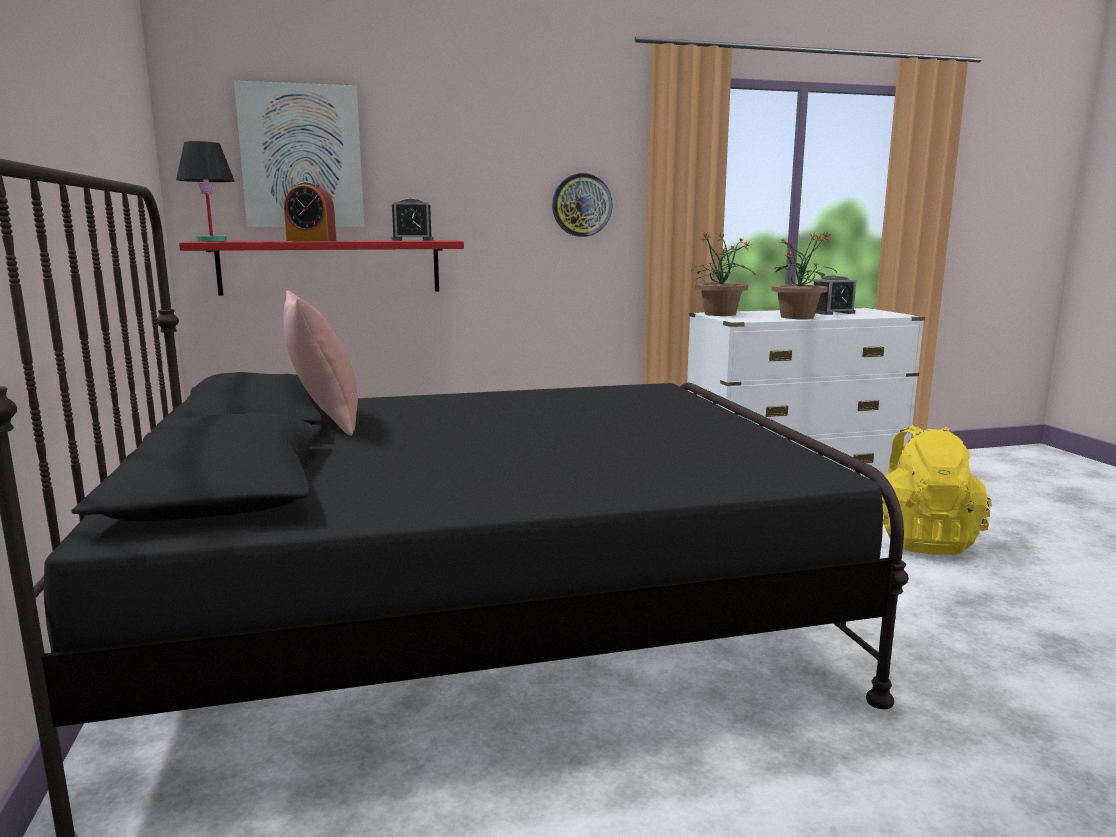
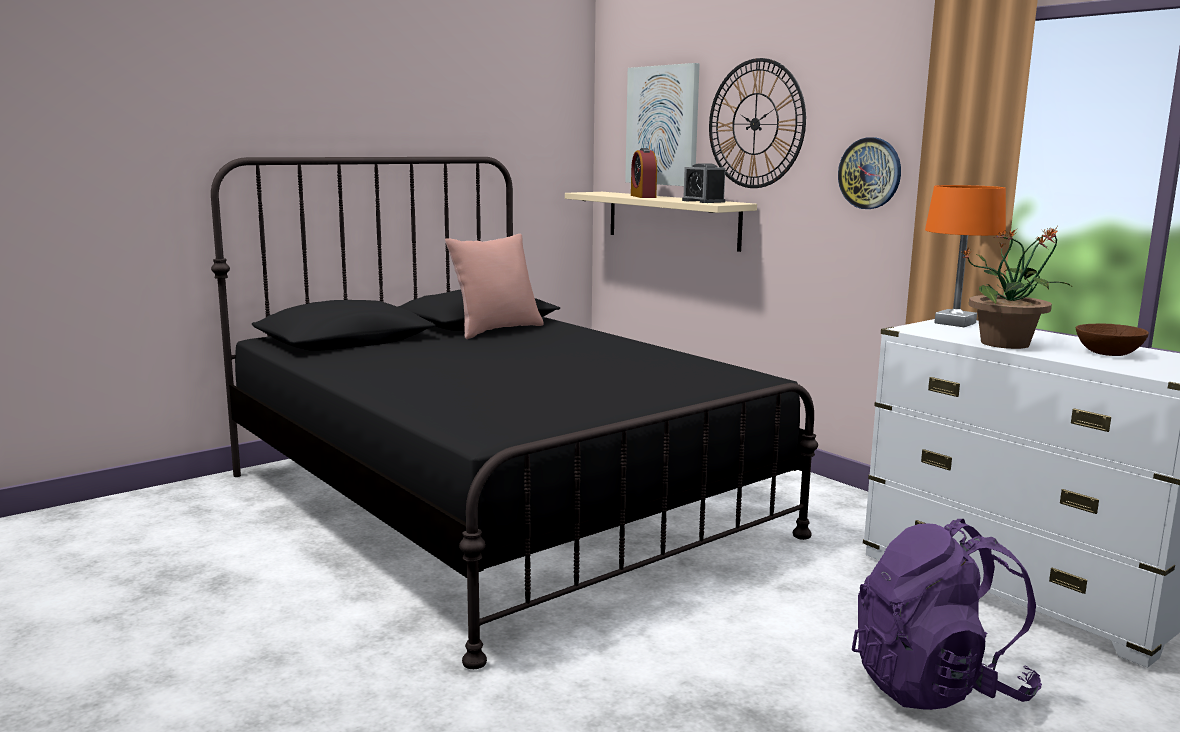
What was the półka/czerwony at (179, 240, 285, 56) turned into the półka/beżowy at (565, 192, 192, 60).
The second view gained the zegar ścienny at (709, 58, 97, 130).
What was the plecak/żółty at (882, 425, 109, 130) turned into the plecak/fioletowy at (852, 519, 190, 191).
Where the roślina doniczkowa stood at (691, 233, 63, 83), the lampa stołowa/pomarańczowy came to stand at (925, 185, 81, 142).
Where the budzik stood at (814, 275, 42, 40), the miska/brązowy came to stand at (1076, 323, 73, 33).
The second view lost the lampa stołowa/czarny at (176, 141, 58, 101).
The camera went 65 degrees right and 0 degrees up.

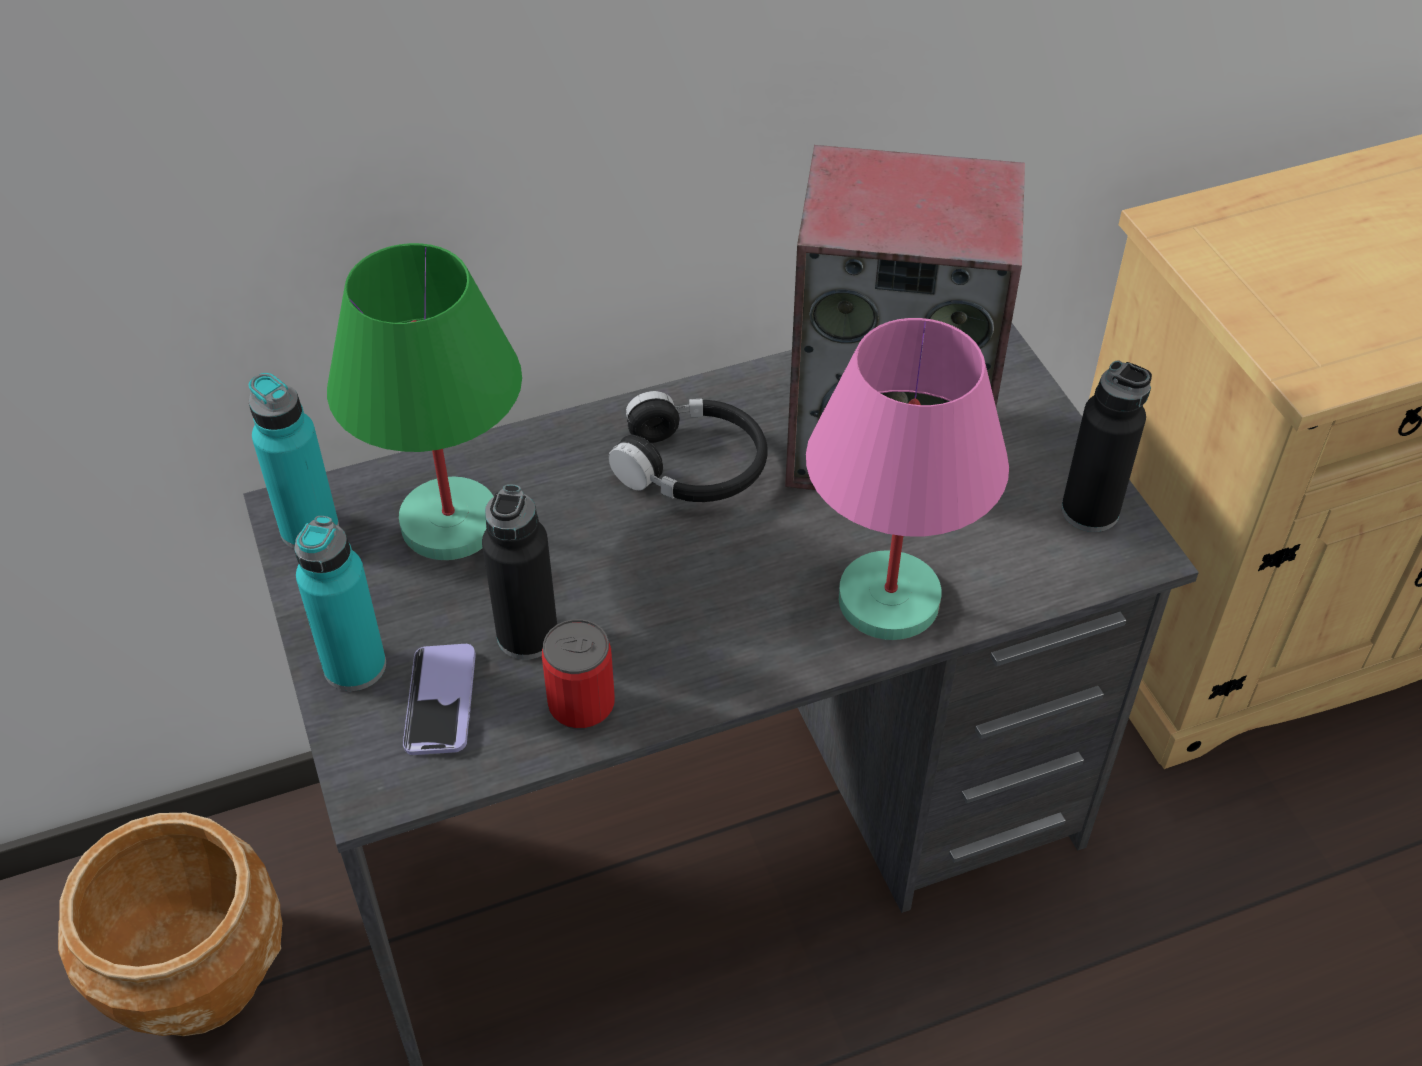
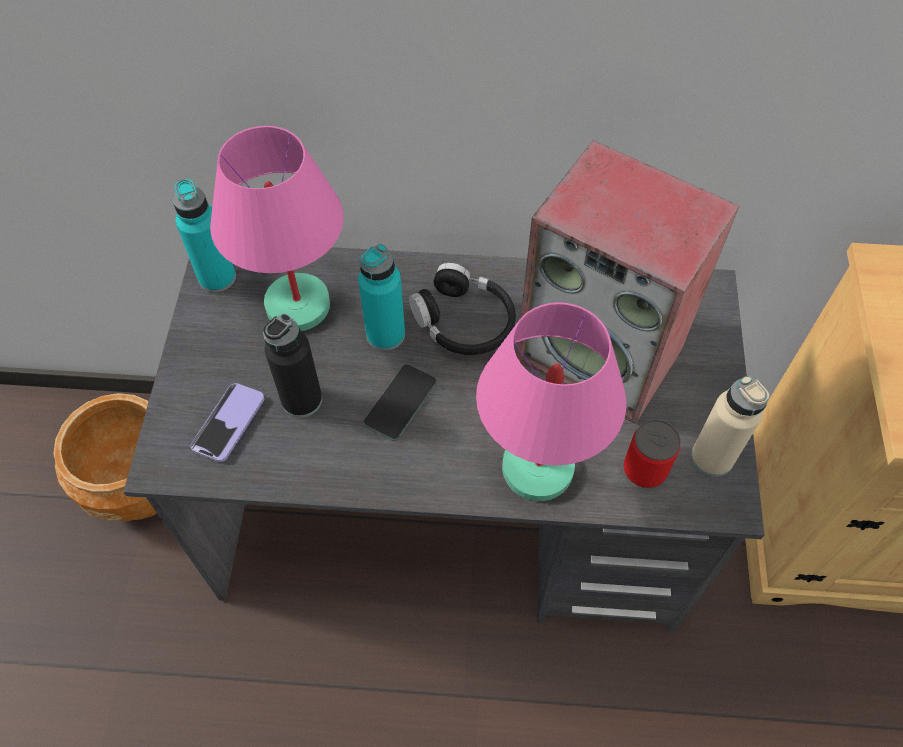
What was the lampa stołowa/zielony at (327, 243, 195, 317) turned into the lampa stołowa/różowy at (210, 126, 133, 205).
The butelka/turkusowy ended up elsewhere, having gone from (294, 516, 92, 175) to (358, 244, 47, 107).
The second view gained the telefon at (363, 364, 74, 77).
The puszka ended up elsewhere, having gone from (542, 619, 73, 111) to (623, 419, 57, 69).
What was the butelka/czarny at (1061, 360, 91, 172) turned into the butelka/beżowy at (691, 376, 78, 101).
The camera went 25 degrees right and 10 degrees up.

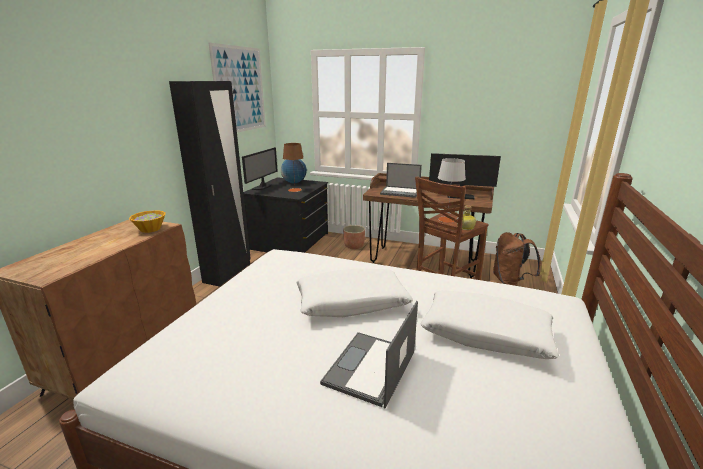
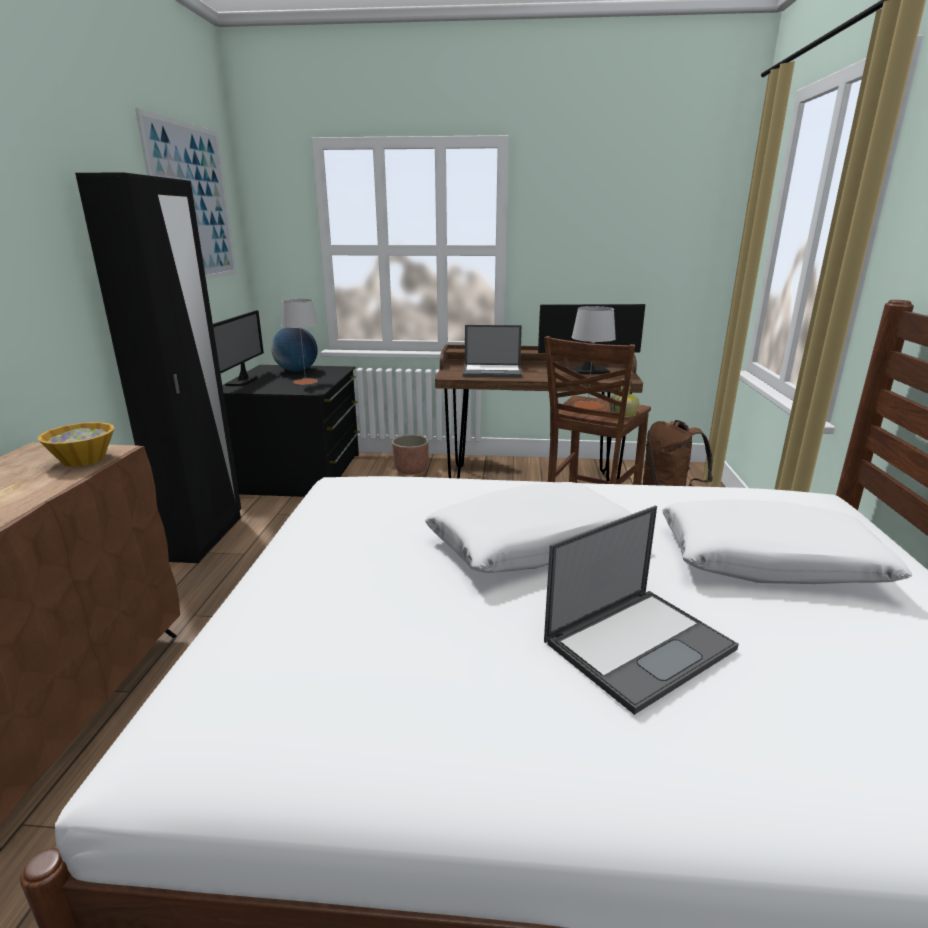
What was the lampa stołowa/brązowy at (283, 143, 21, 49) turned into the lampa stołowa/szary at (281, 299, 37, 86).
The laptop at (320, 301, 98, 107) ended up facing another way, 135 degrees counterclockwise from before.
The camera went 15 degrees left and 0 degrees up.

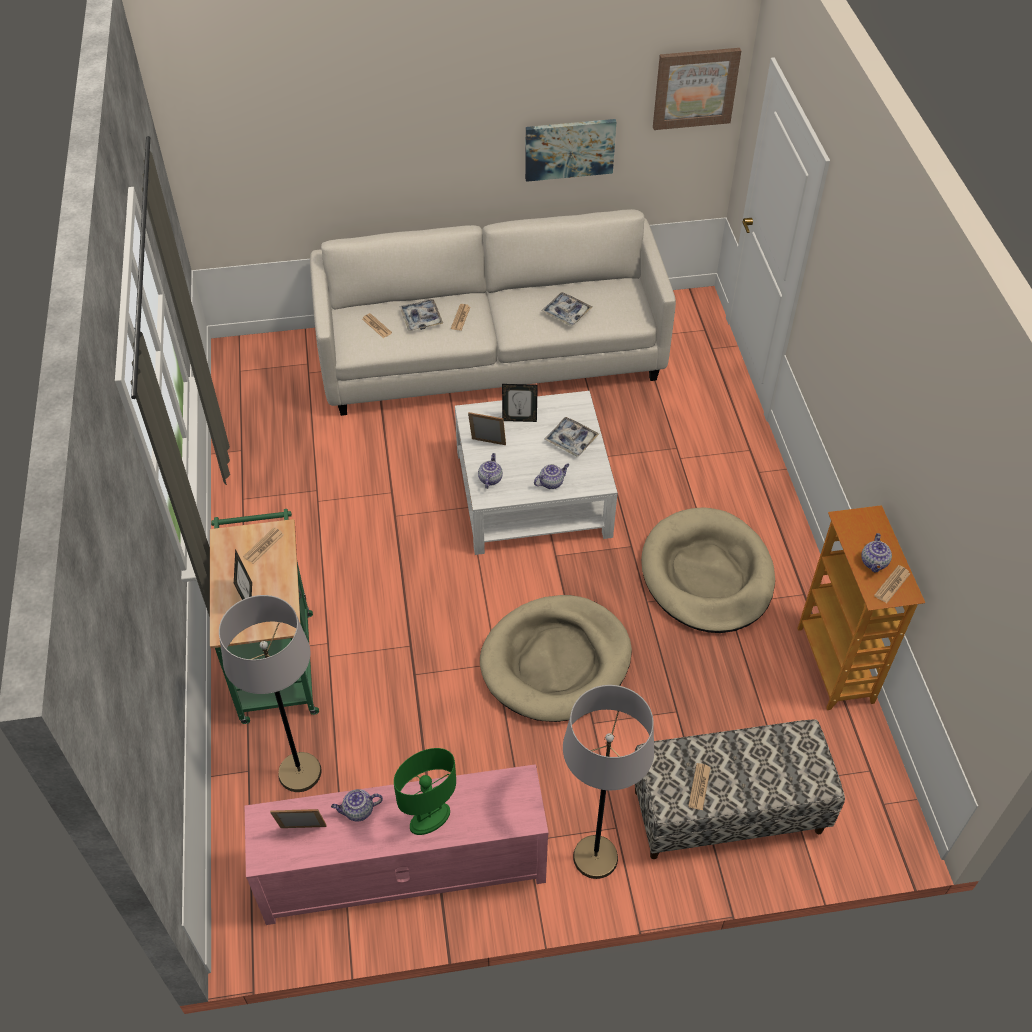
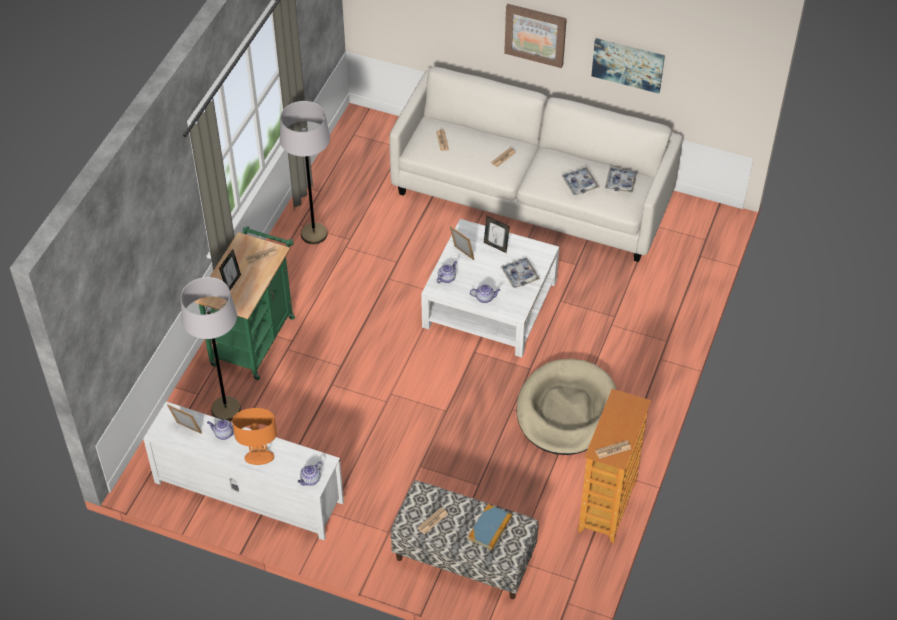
What was the szafka pod telewizor/różowy at (245, 764, 304, 161) turned into the szafka pod telewizor/biały at (143, 402, 201, 139).
What was the lampa stołowa/zielony at (394, 748, 62, 87) turned into the lampa stołowa/pomarańczowy at (232, 408, 45, 57).
The lampa stojąca/szary ended up elsewhere, having gone from (563, 685, 91, 194) to (280, 101, 50, 143).
The imbryk ended up elsewhere, having gone from (861, 533, 31, 40) to (298, 461, 24, 25).
The second view gained the książka at (468, 504, 44, 46).
The obraz ended up elsewhere, having gone from (653, 48, 88, 82) to (504, 4, 63, 64).
The taca ended up elsewhere, having gone from (399, 299, 44, 32) to (605, 167, 32, 26).
The second view lost the legowisko/beżowy at (480, 595, 152, 127).
The camera went 30 degrees right and 0 degrees up.

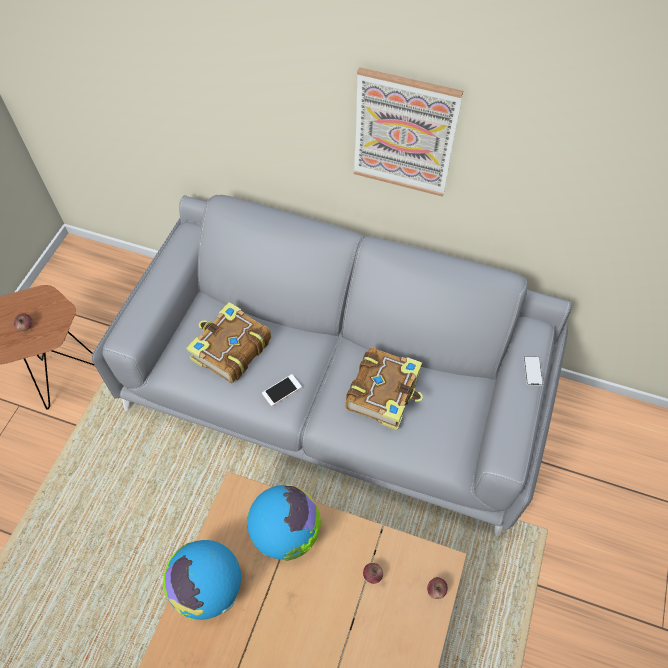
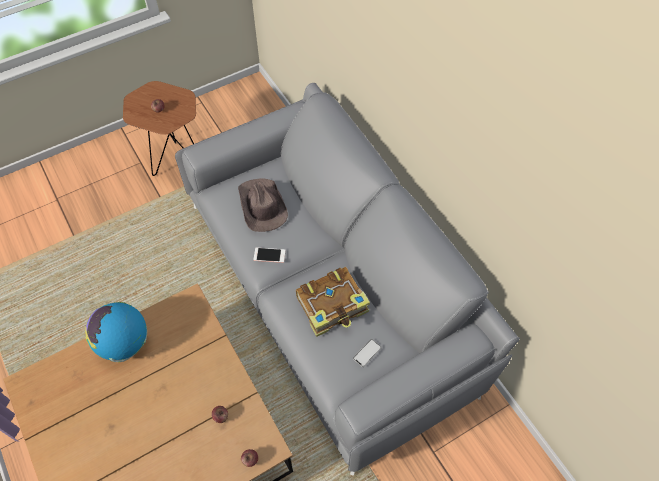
Where the książka stood at (186, 302, 85, 81), the kapelusz/brązowy came to stand at (238, 178, 50, 54).
The telefon ended up elsewhere, having gone from (523, 356, 20, 30) to (353, 339, 29, 28).
The second view lost the globus at (247, 484, 74, 77).
The second view lost the obraz at (354, 67, 109, 130).
The camera went 40 degrees right and 0 degrees up.

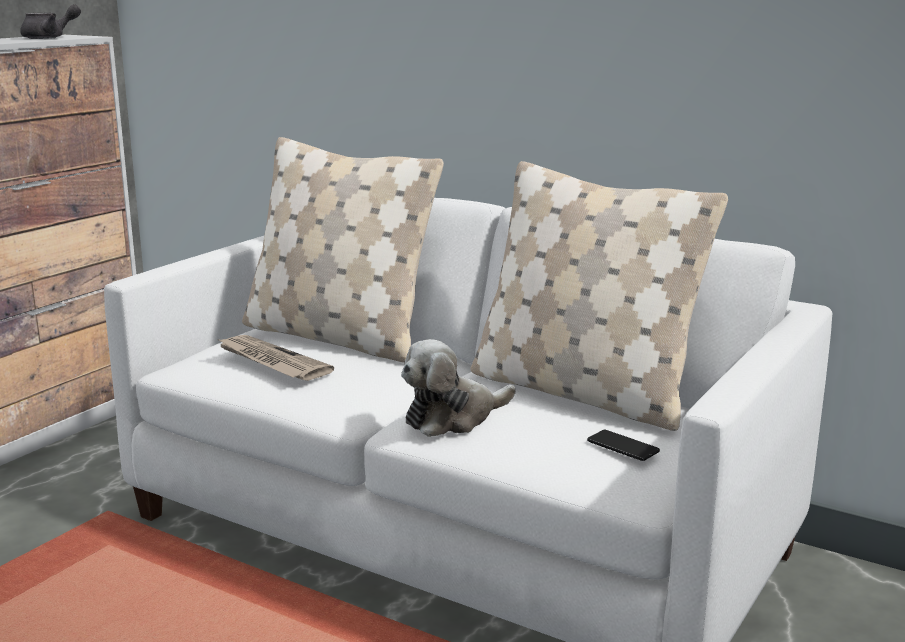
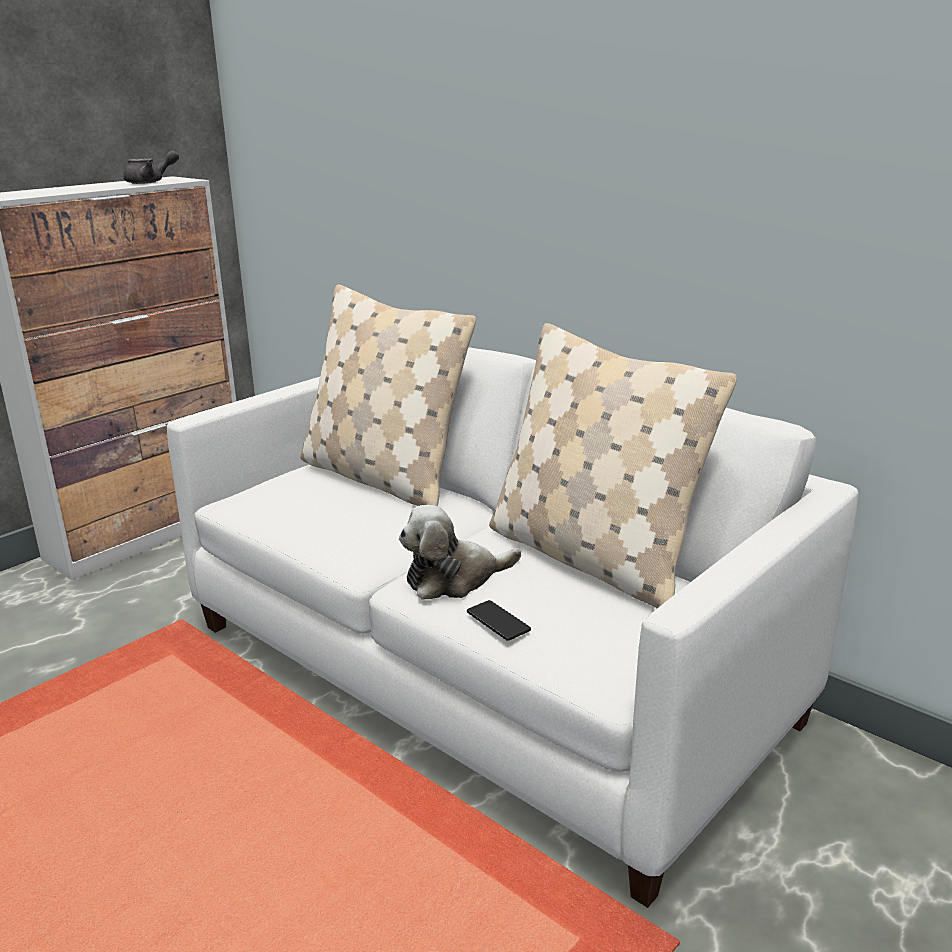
The telefon ended up elsewhere, having gone from (587, 430, 73, 31) to (467, 600, 64, 41).
The second view lost the gazeta at (217, 335, 117, 46).
The camera went 10 degrees right and 5 degrees up.

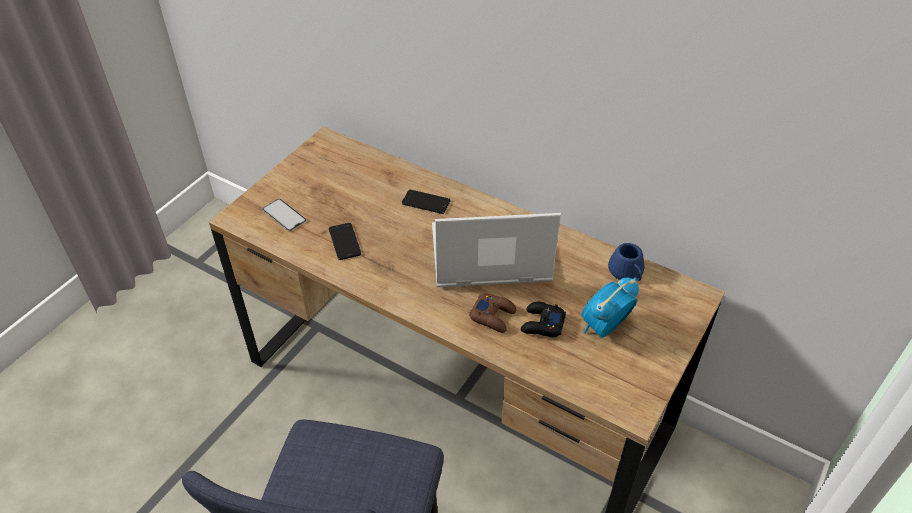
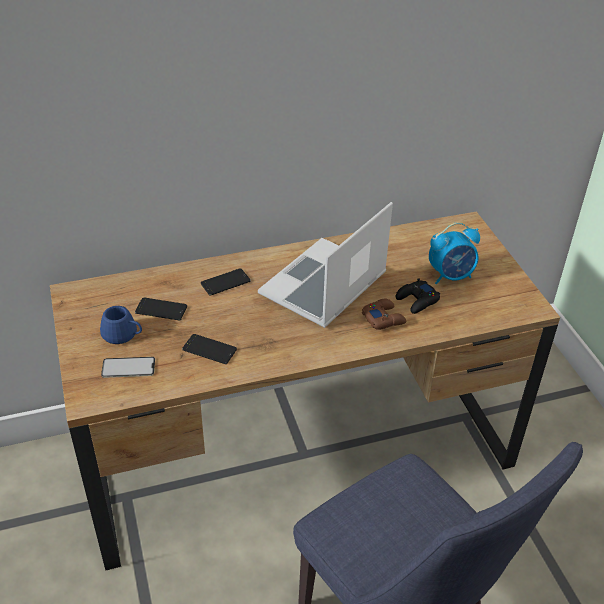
The kubek/niebieski ended up elsewhere, having gone from (608, 243, 36, 38) to (100, 306, 42, 38).
The second view gained the telefon at (135, 298, 52, 22).
The budzik at (581, 278, 58, 60) ended up facing another way, 105 degrees counterclockwise from before.
The camera went 50 degrees left and 5 degrees down.

